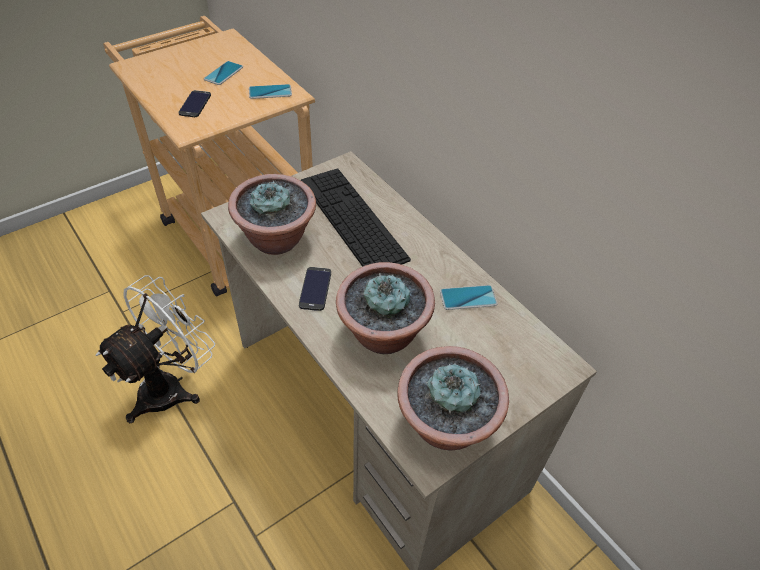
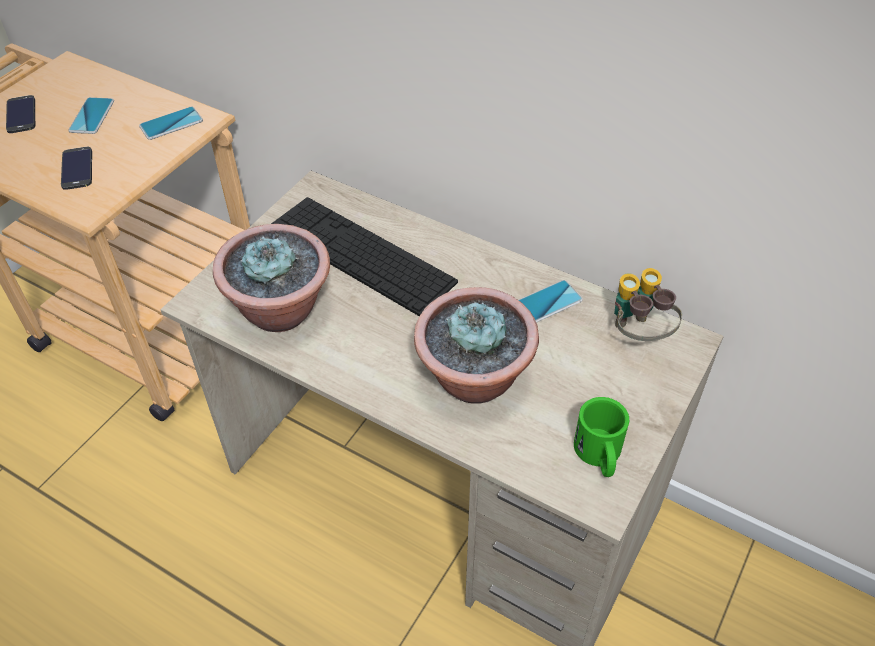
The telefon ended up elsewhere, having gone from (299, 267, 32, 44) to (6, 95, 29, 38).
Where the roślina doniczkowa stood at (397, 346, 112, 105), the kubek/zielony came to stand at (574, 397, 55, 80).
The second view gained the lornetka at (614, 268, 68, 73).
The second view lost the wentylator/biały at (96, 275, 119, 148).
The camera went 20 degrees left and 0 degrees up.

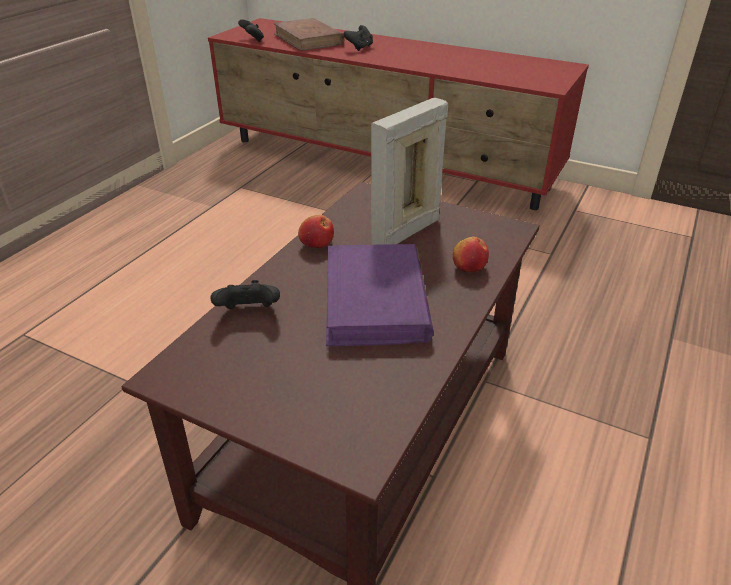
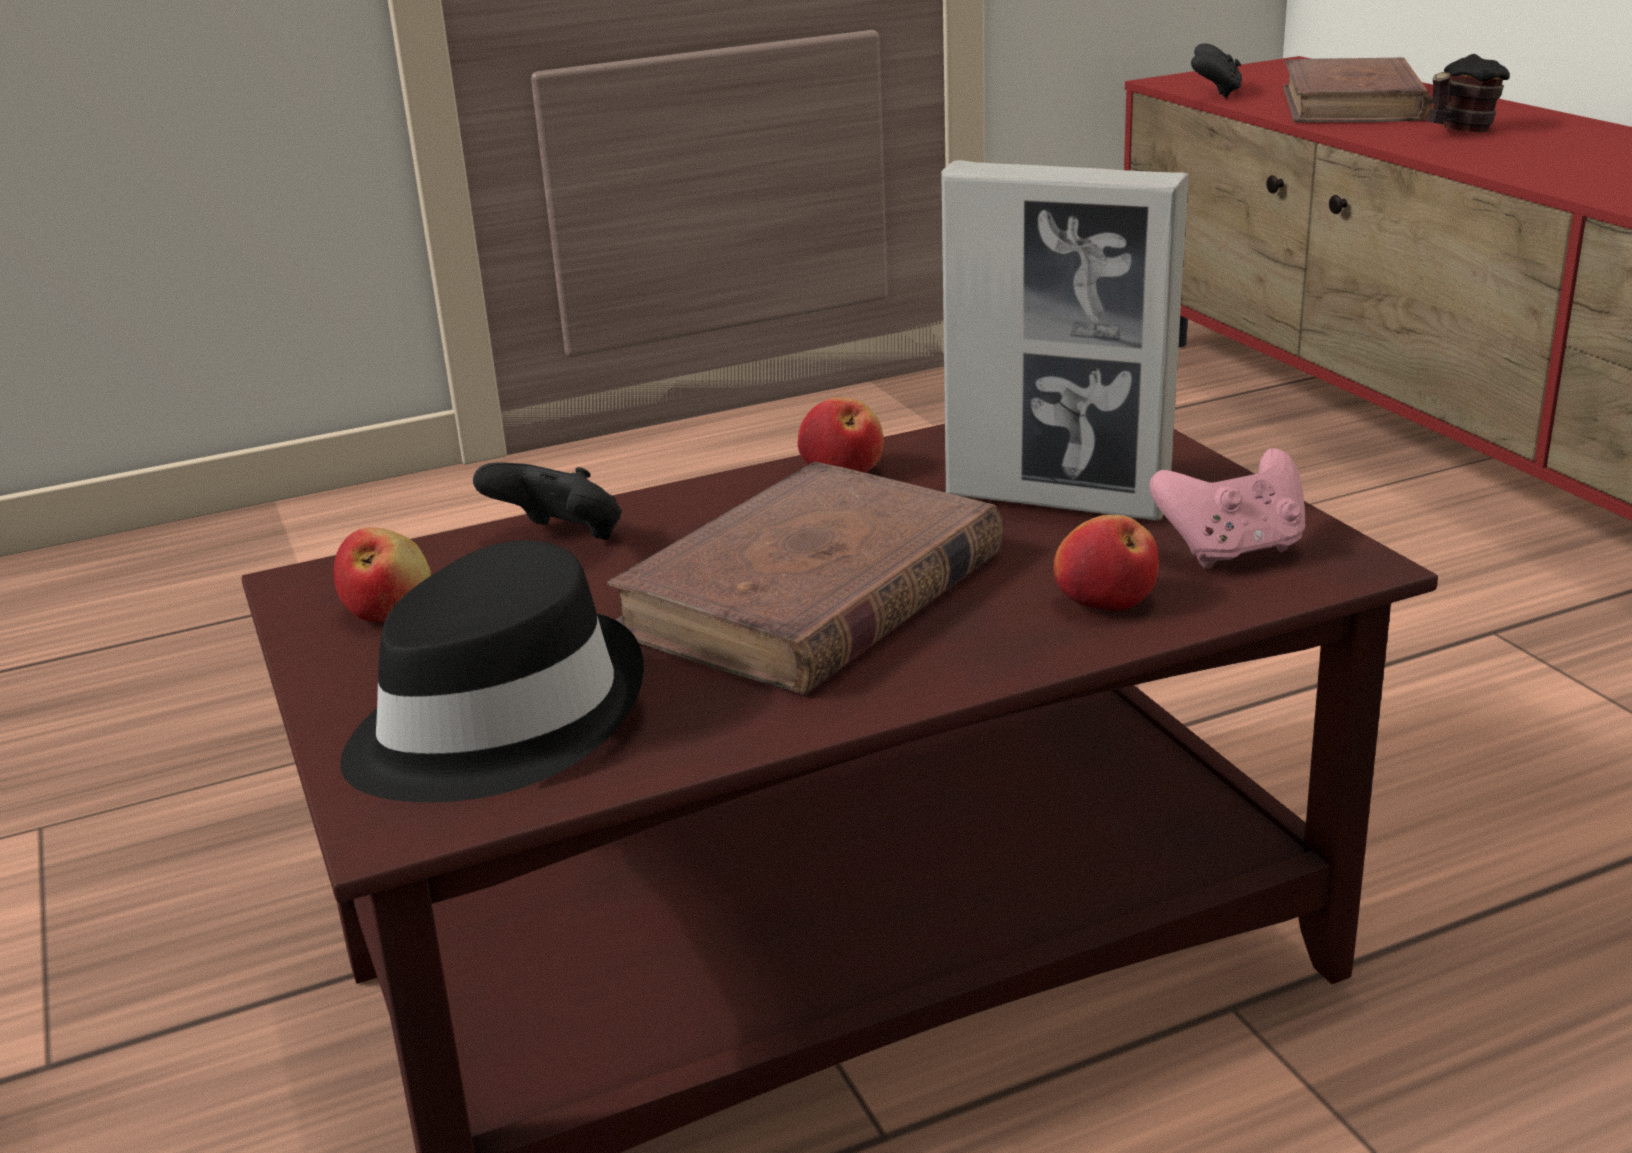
The second view gained the jabłko at (333, 527, 98, 95).
The second view gained the kapelusz/czarny at (340, 540, 304, 262).
What was the książka/fioletowy at (326, 244, 108, 102) turned into the książka/brązowy at (607, 462, 397, 233).
The ramka na zdjęcie at (371, 98, 77, 147) ended up facing another way, 150 degrees counterclockwise from before.
The second view gained the pad do gier/różowy at (1149, 448, 157, 120).
Where the pad do gier/czarny stood at (343, 25, 30, 26), the kubek came to stand at (1427, 54, 83, 78).
The camera went 40 degrees right and 10 degrees down.

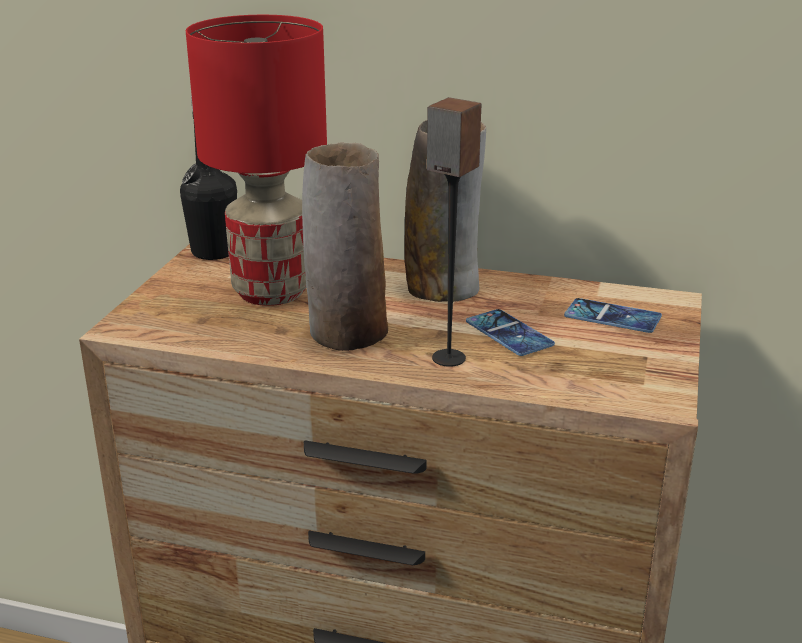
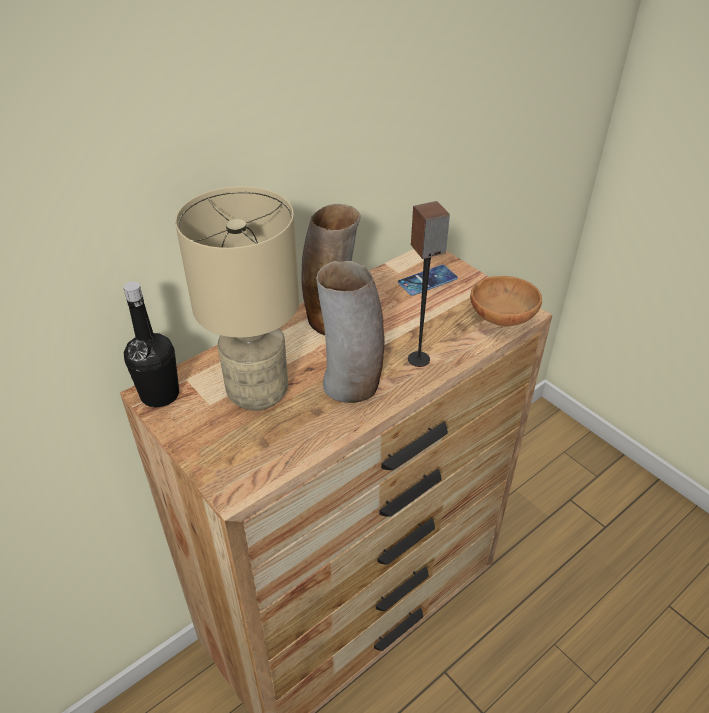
What was the lampa stołowa/czerwony at (186, 15, 141, 291) turned into the lampa stołowa/beżowy at (175, 186, 124, 225).
The second view gained the miska/brązowy at (470, 276, 72, 51).
The second view lost the telefon at (466, 309, 89, 47).
The camera went 55 degrees left and 15 degrees up.

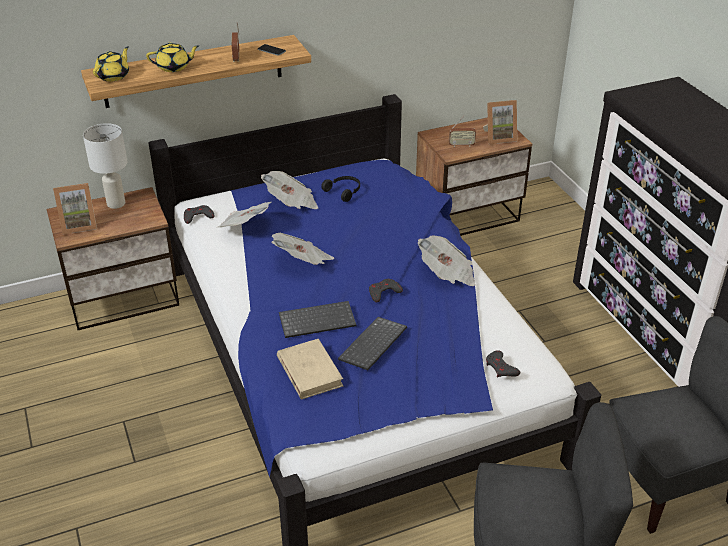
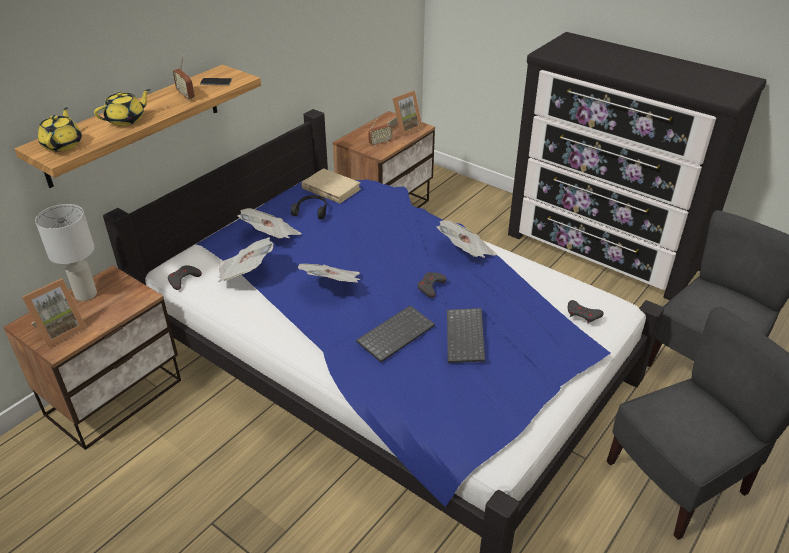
The książka/beżowy ended up elsewhere, having gone from (277, 339, 66, 61) to (301, 168, 60, 36).
The camera went 30 degrees left and 0 degrees up.

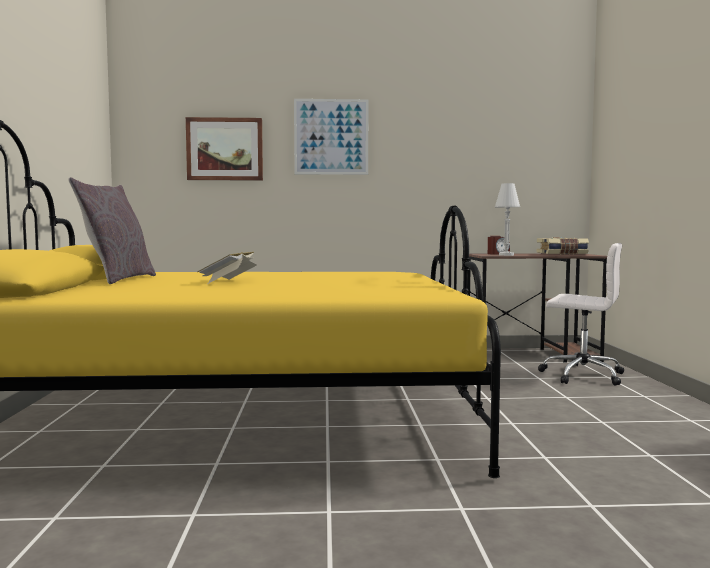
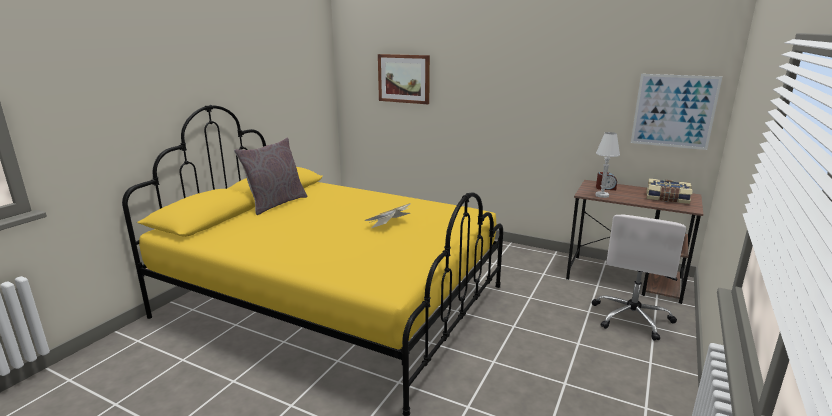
The książka ended up elsewhere, having gone from (197, 252, 60, 32) to (364, 203, 46, 25).
The krzesło biurowe/biały at (538, 243, 86, 143) ended up facing another way, 60 degrees clockwise from before.
The obraz ended up elsewhere, having gone from (294, 99, 74, 76) to (631, 74, 91, 76).
The camera went 30 degrees right and 15 degrees up.

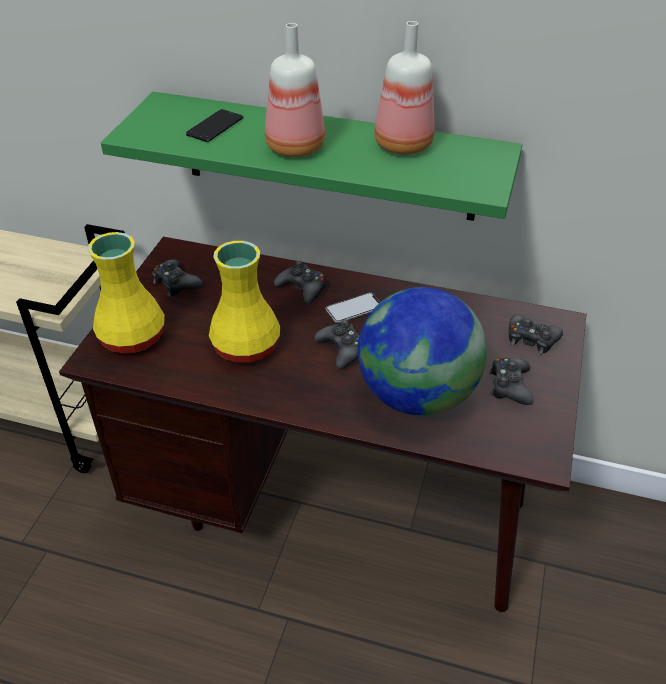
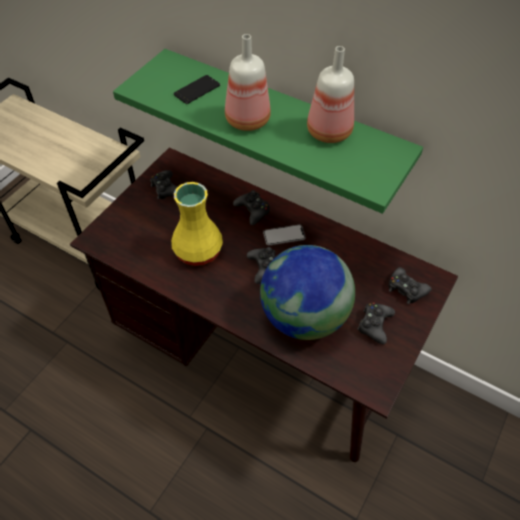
The second view lost the wazon/żółty at (88, 232, 77, 121).
The camera went 15 degrees right and 10 degrees up.

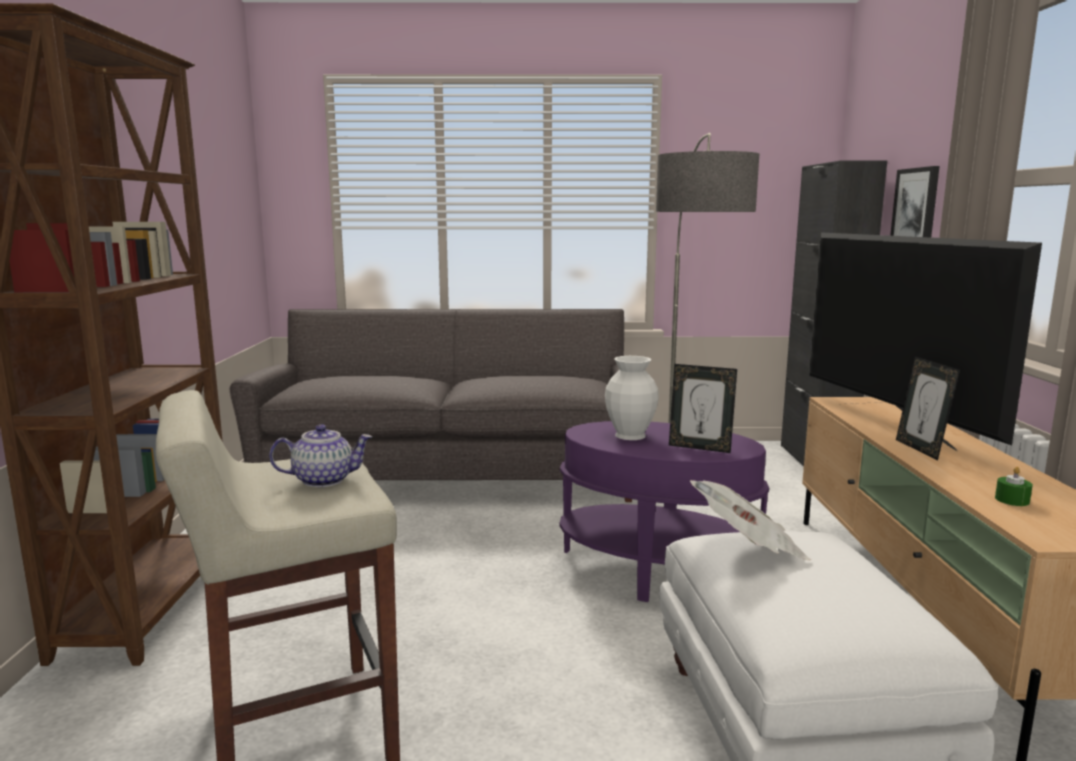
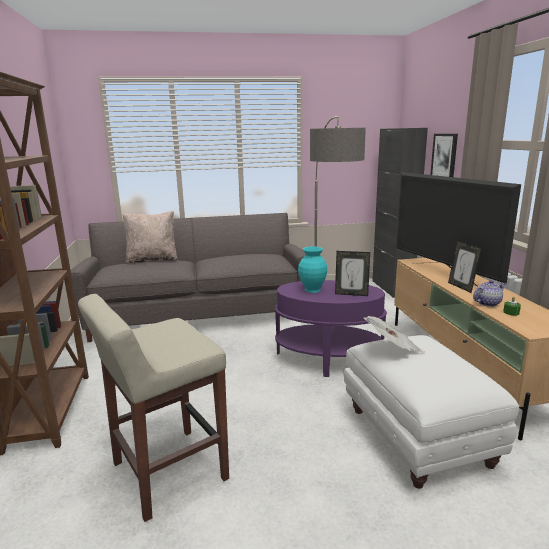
The second view gained the poduszka/beżowy at (122, 211, 56, 53).
What was the wazon/biały at (605, 356, 54, 84) turned into the wazon/turkusowy at (298, 246, 29, 47).
The imbryk ended up elsewhere, having gone from (269, 424, 103, 64) to (473, 280, 32, 27).
The camera went 10 degrees left and 5 degrees up.

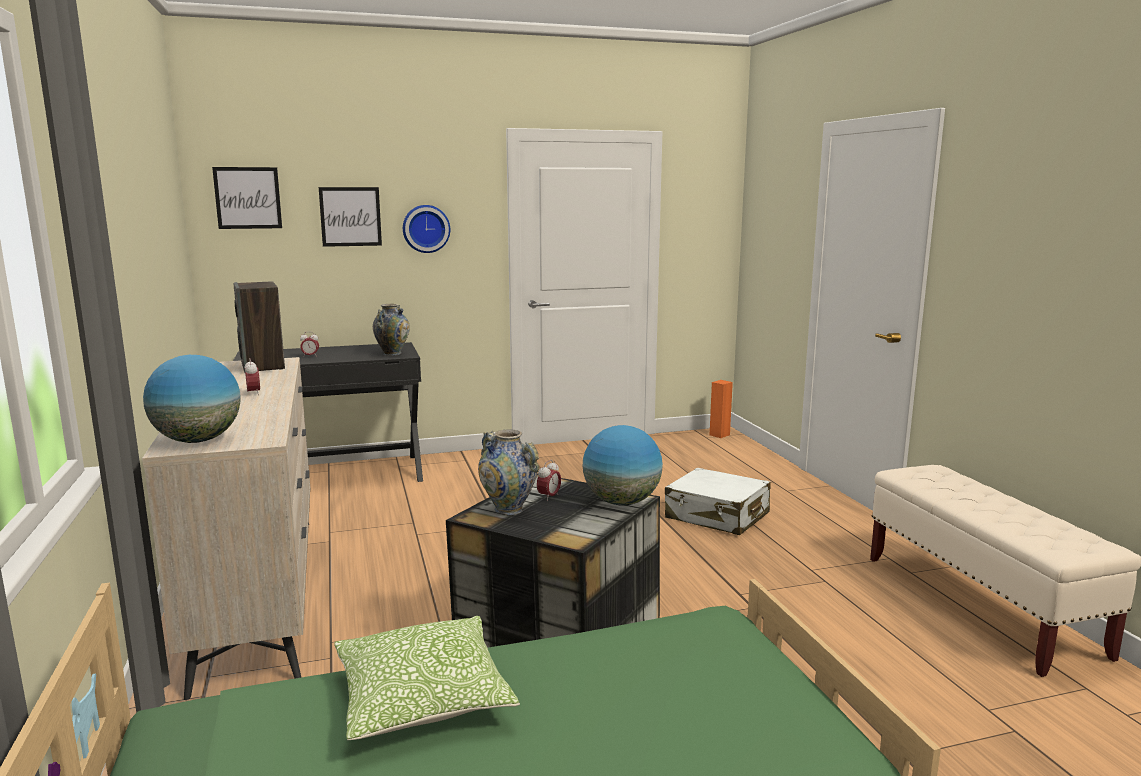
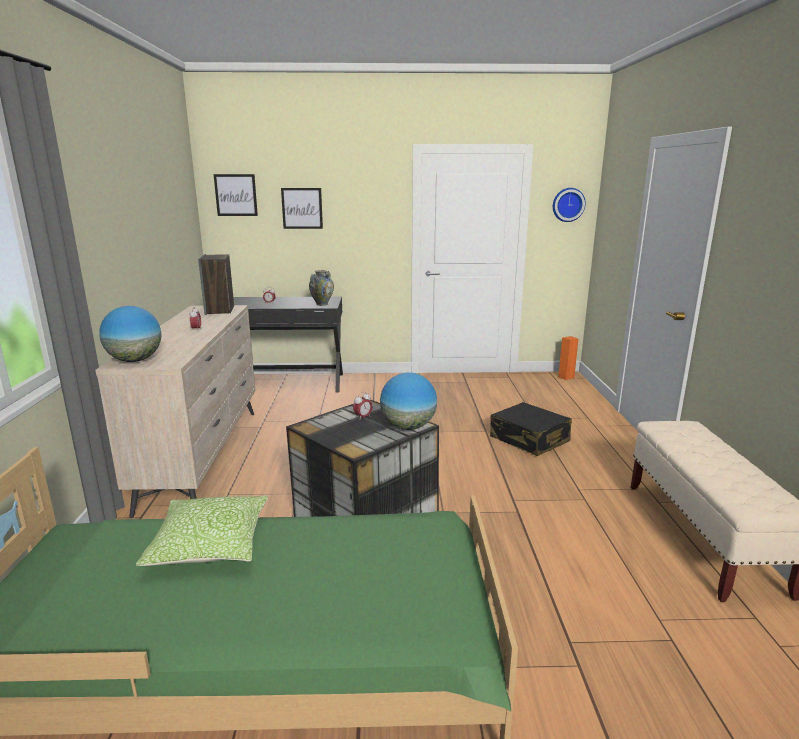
What was the walizka/biały at (665, 468, 106, 67) turned into the walizka/czarny at (490, 402, 82, 54).
The zegar ścienny ended up elsewhere, having gone from (403, 205, 47, 48) to (553, 188, 33, 34).
The second view lost the wazon at (478, 429, 61, 86).
The camera went 15 degrees right and 5 degrees up.

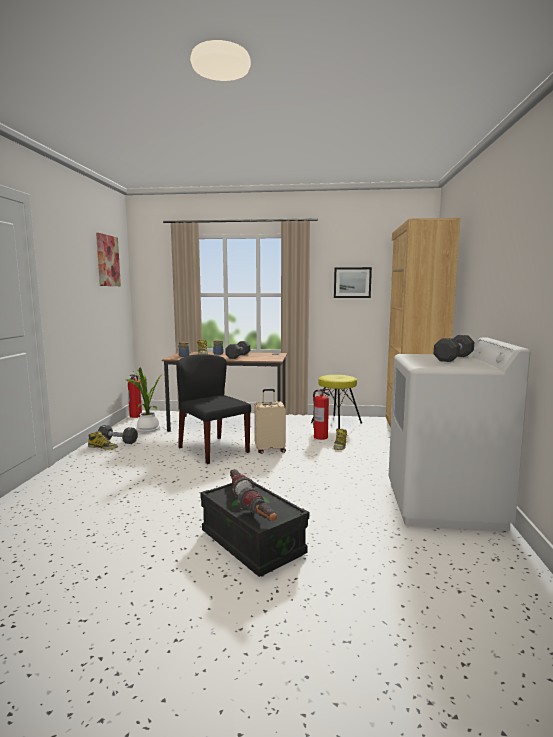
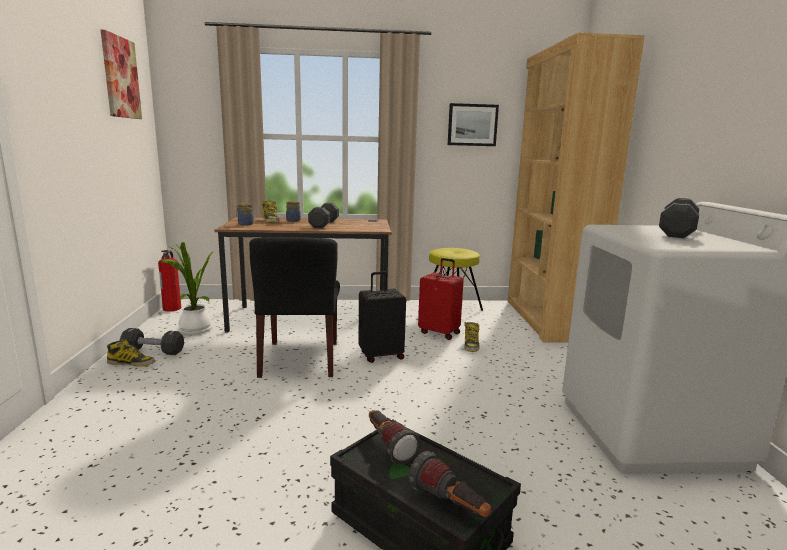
The krzesło/czarny at (177, 354, 74, 110) ended up facing another way, 135 degrees counterclockwise from before.
What was the walizka/beżowy at (254, 389, 32, 65) turned into the walizka/czarny at (358, 271, 48, 92).
Where the gaśnica stood at (313, 389, 17, 51), the walizka/czerwony came to stand at (418, 258, 46, 82).
The camera went 10 degrees left and 5 degrees up.

